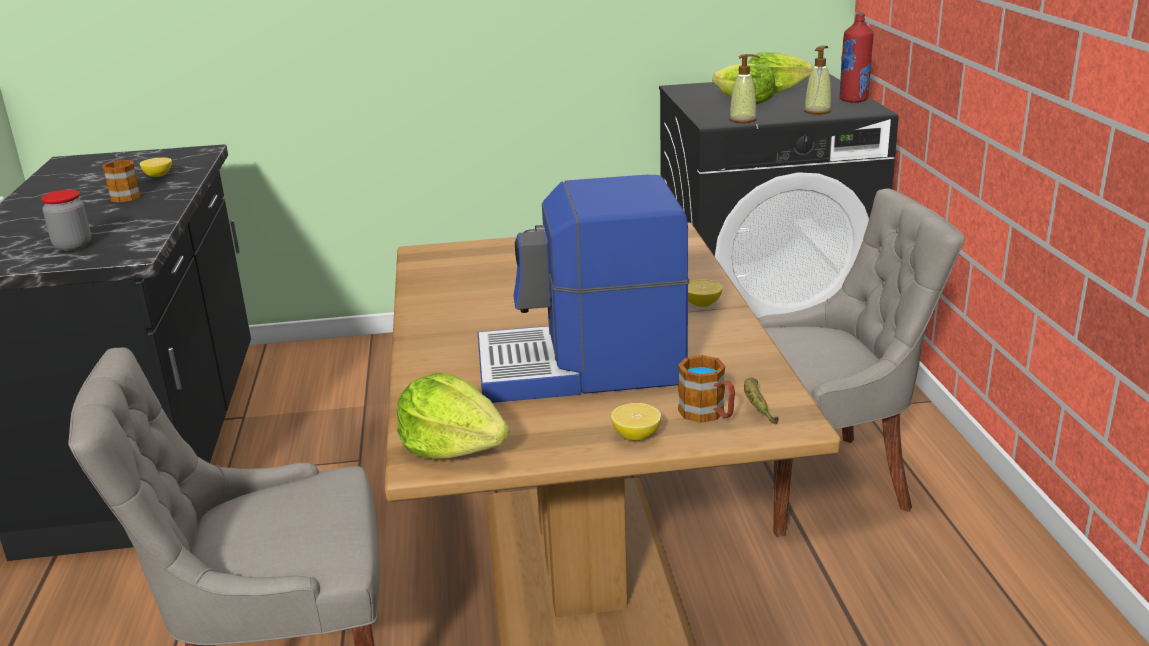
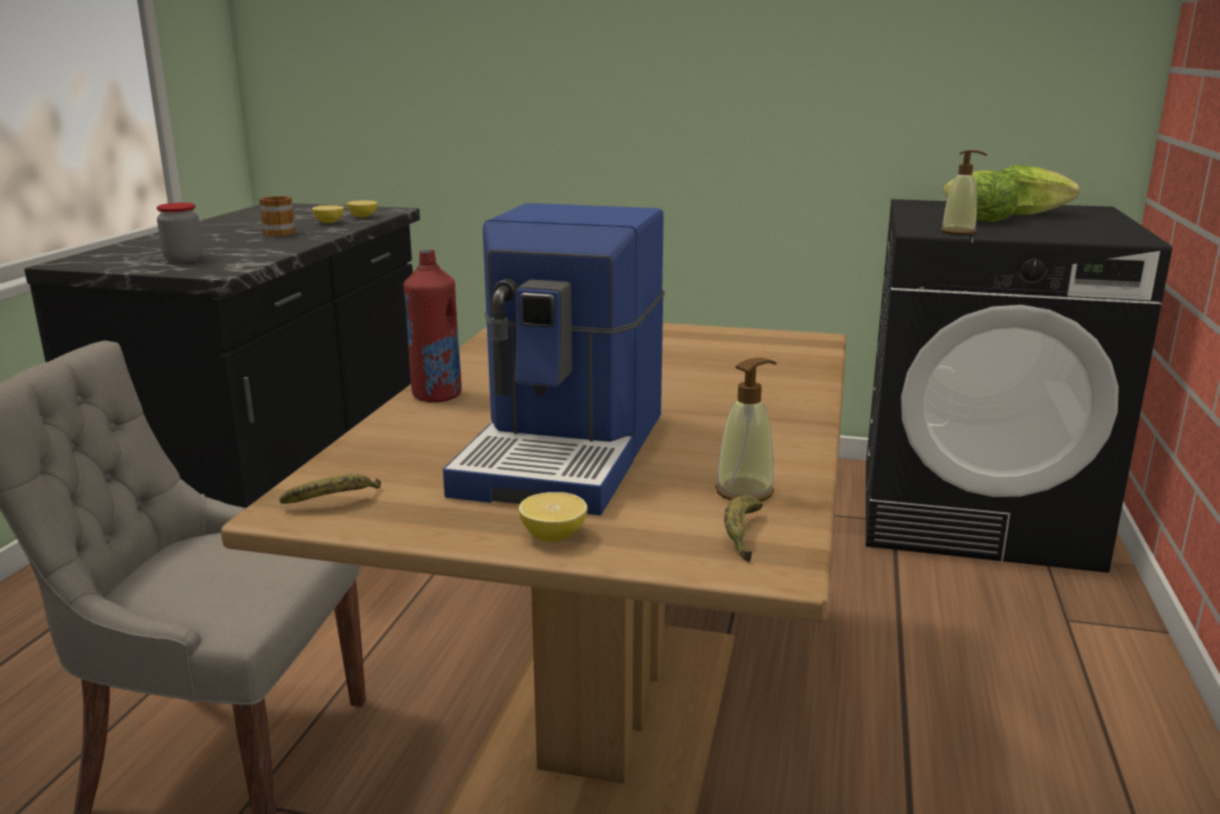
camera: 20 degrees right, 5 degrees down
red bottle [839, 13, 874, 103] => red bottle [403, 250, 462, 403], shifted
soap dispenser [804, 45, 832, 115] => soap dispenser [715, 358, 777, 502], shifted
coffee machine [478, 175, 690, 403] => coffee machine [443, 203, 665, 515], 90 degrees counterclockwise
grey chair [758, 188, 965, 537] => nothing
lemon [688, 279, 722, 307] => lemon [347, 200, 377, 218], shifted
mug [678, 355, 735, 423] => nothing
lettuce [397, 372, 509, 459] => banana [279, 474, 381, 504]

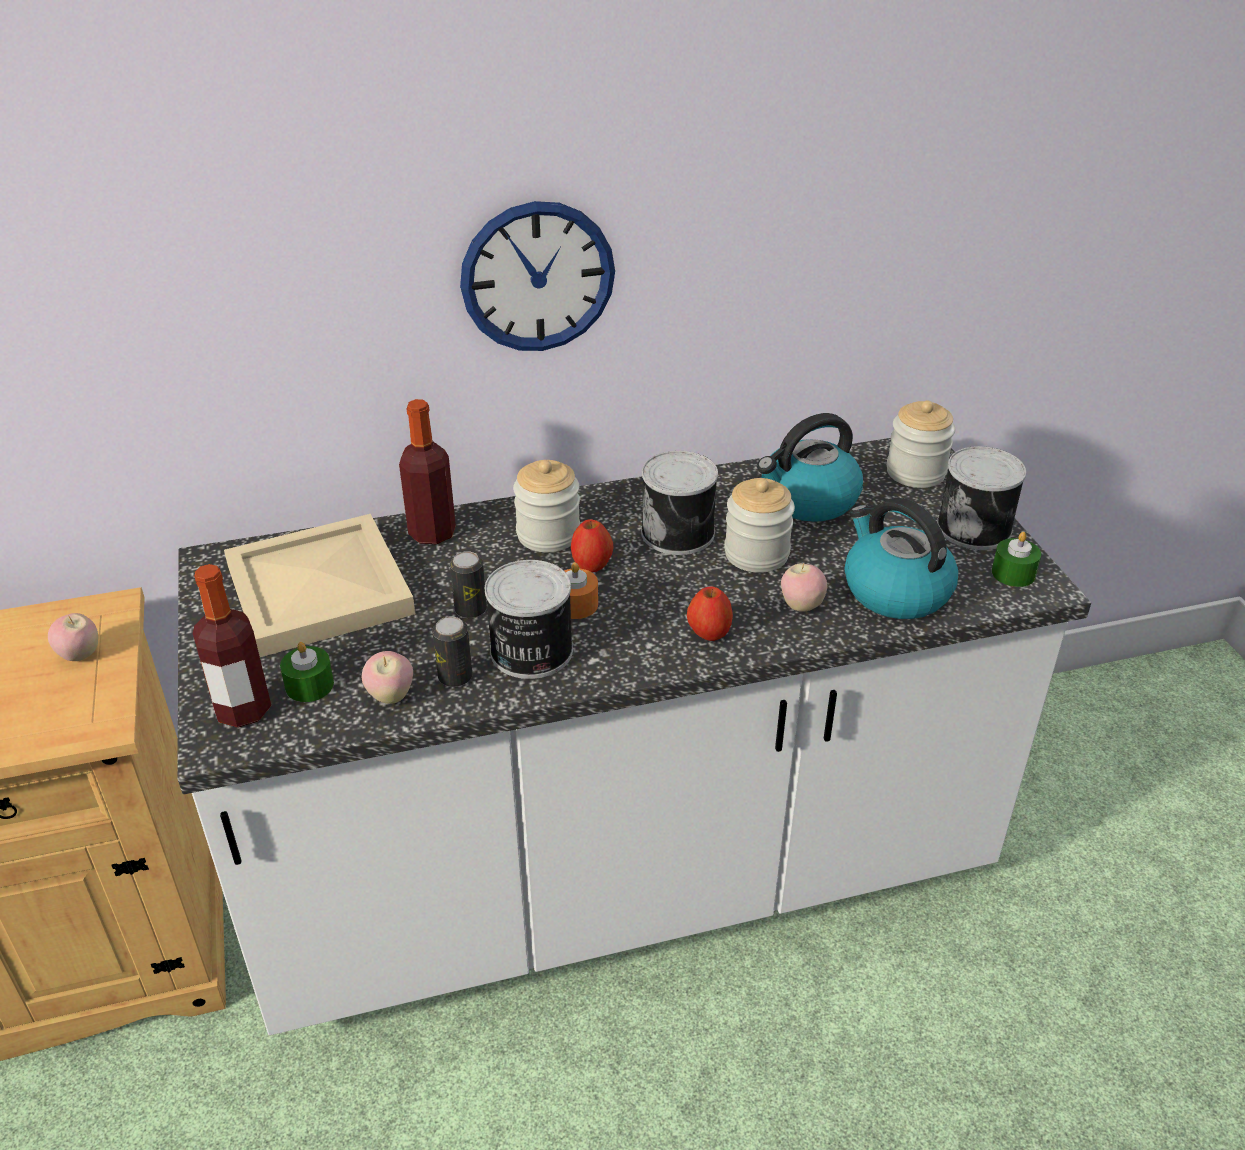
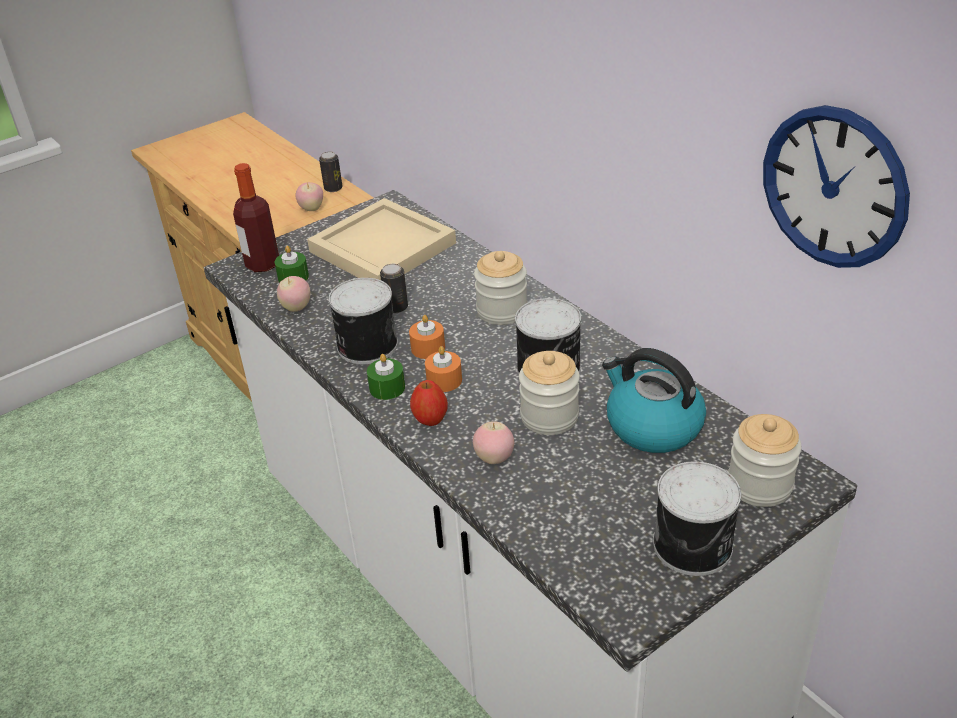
camera: 70 degrees right, 0 degrees up
wall clock [460, 201, 615, 351] => wall clock [763, 105, 910, 268], shifted
bottle [399, 399, 456, 544] => nothing
kettle [845, 498, 958, 619] => nothing
apple [571, 519, 614, 572] => nothing
green candle [992, 532, 1041, 587] => green candle [367, 354, 405, 400], shifted
can [432, 616, 472, 687] => can [319, 152, 342, 192], shifted
nothing => orange candle [425, 346, 462, 392]

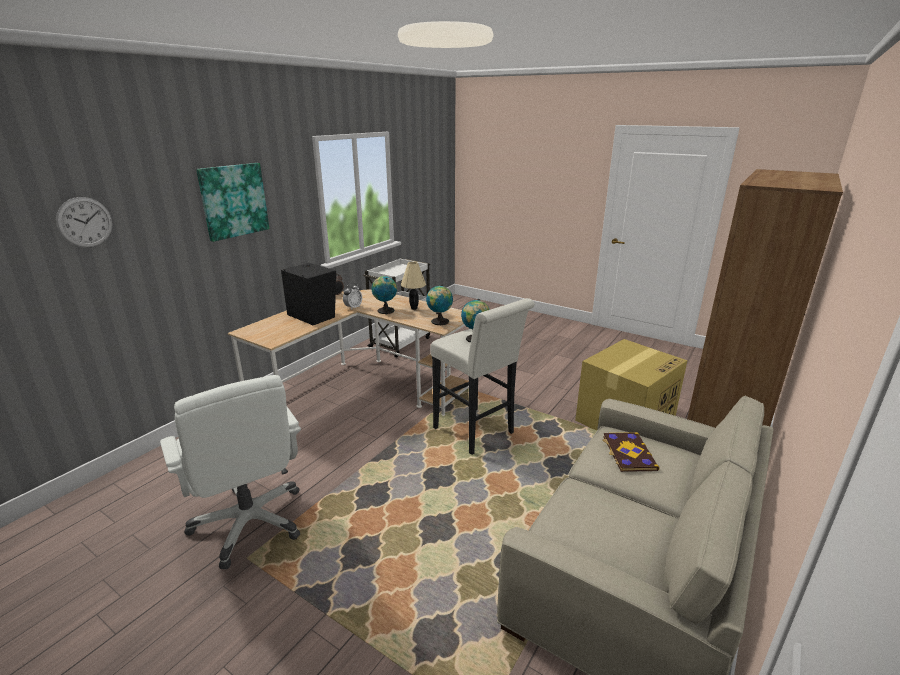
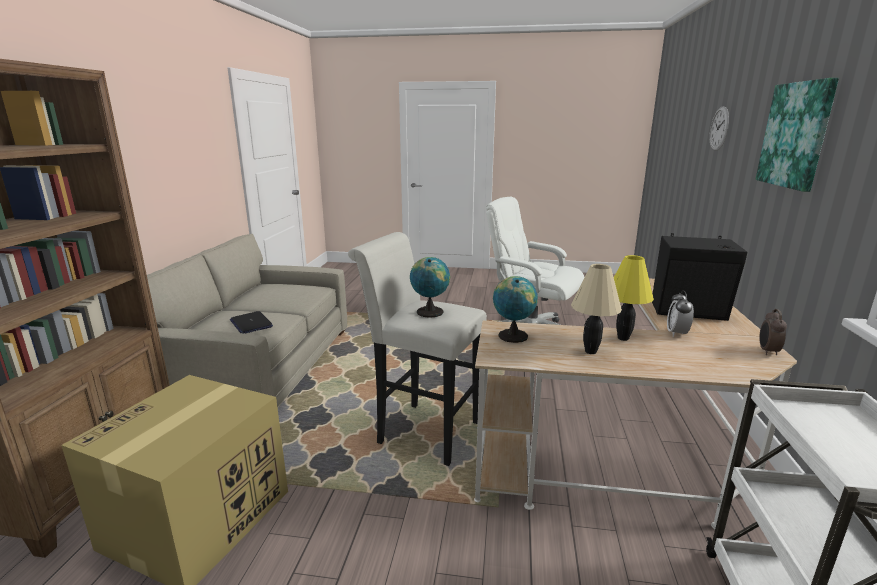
camera: 155 degrees right, 5 degrees down
globe [372, 276, 397, 314] => yellow table lamp [614, 255, 654, 341]
book [602, 432, 660, 472] => laptop [230, 311, 273, 334]

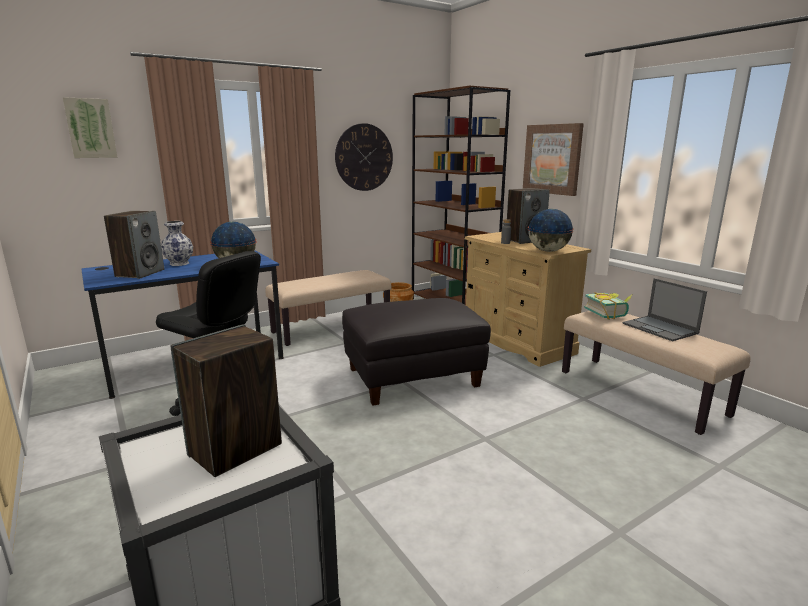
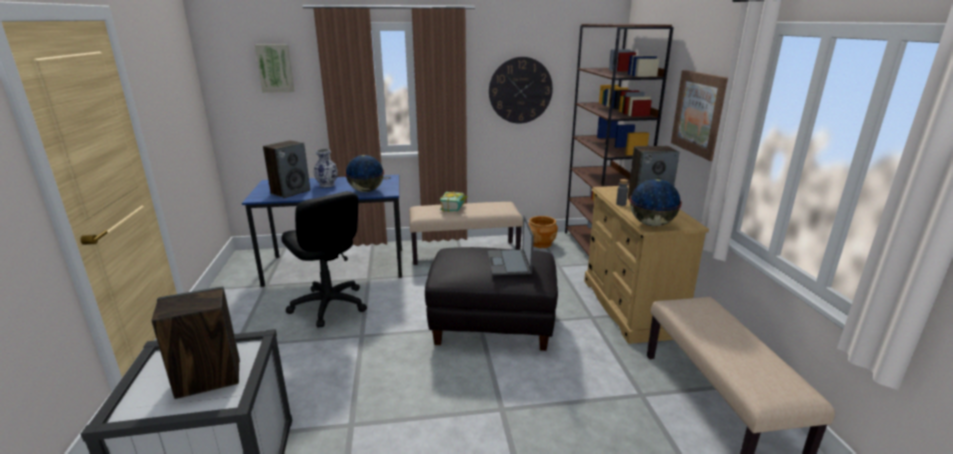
camera: 25 degrees right, 5 degrees up
laptop [622, 278, 707, 341] => laptop [487, 215, 534, 275], shifted
book [584, 292, 633, 320] => book [440, 191, 468, 212], shifted

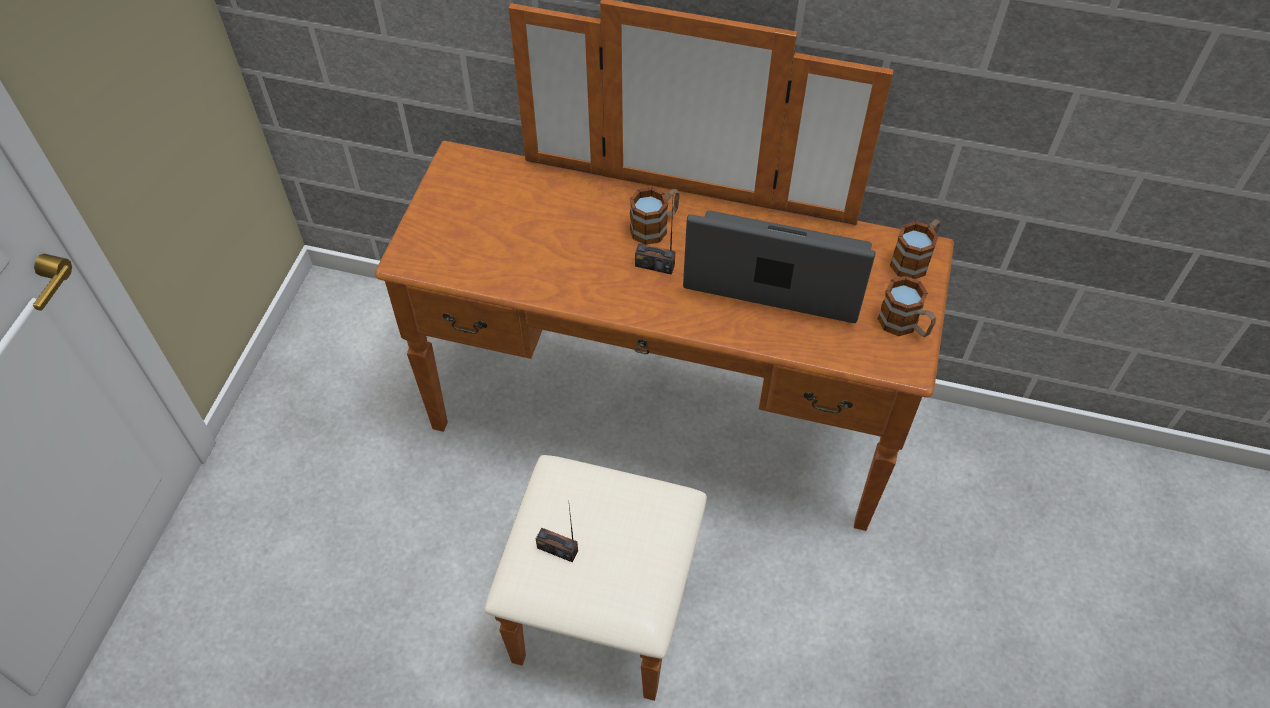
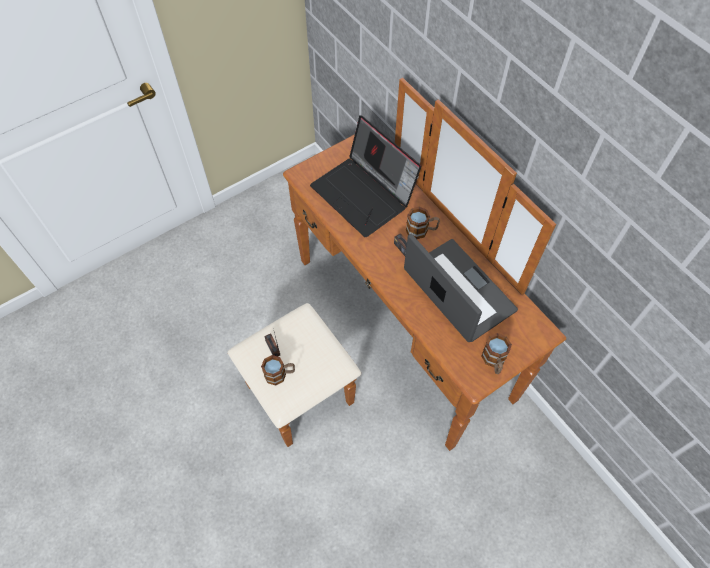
camera: 40 degrees right, 5 degrees up
mug [890, 219, 940, 279] => mug [261, 355, 295, 386], shifted
nothing => laptop [310, 115, 421, 237]

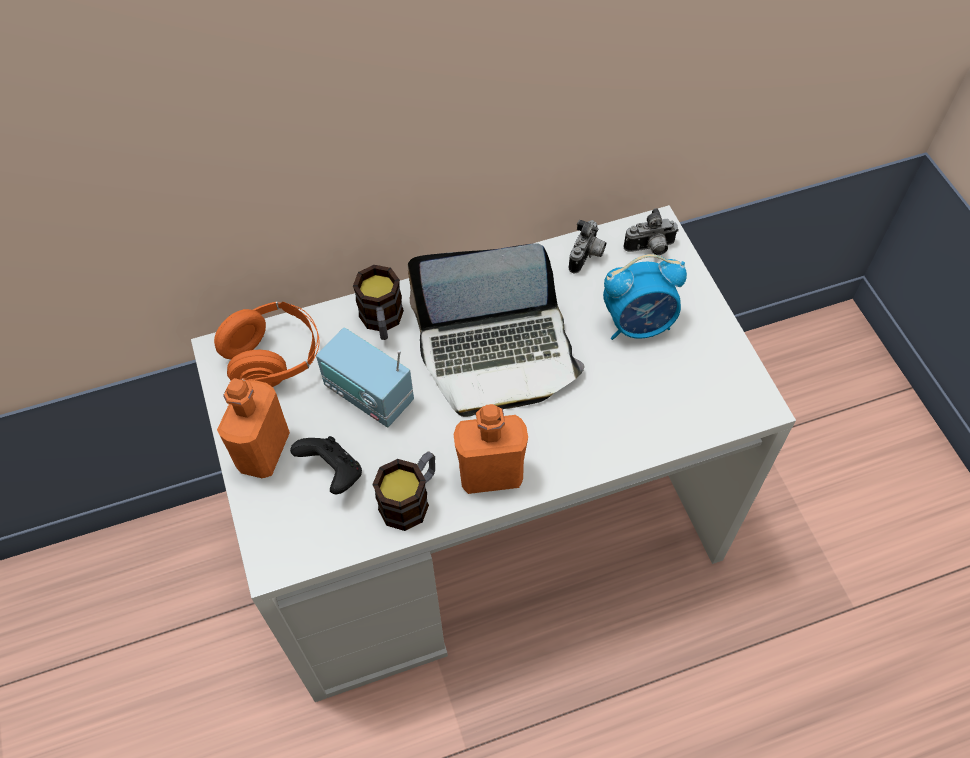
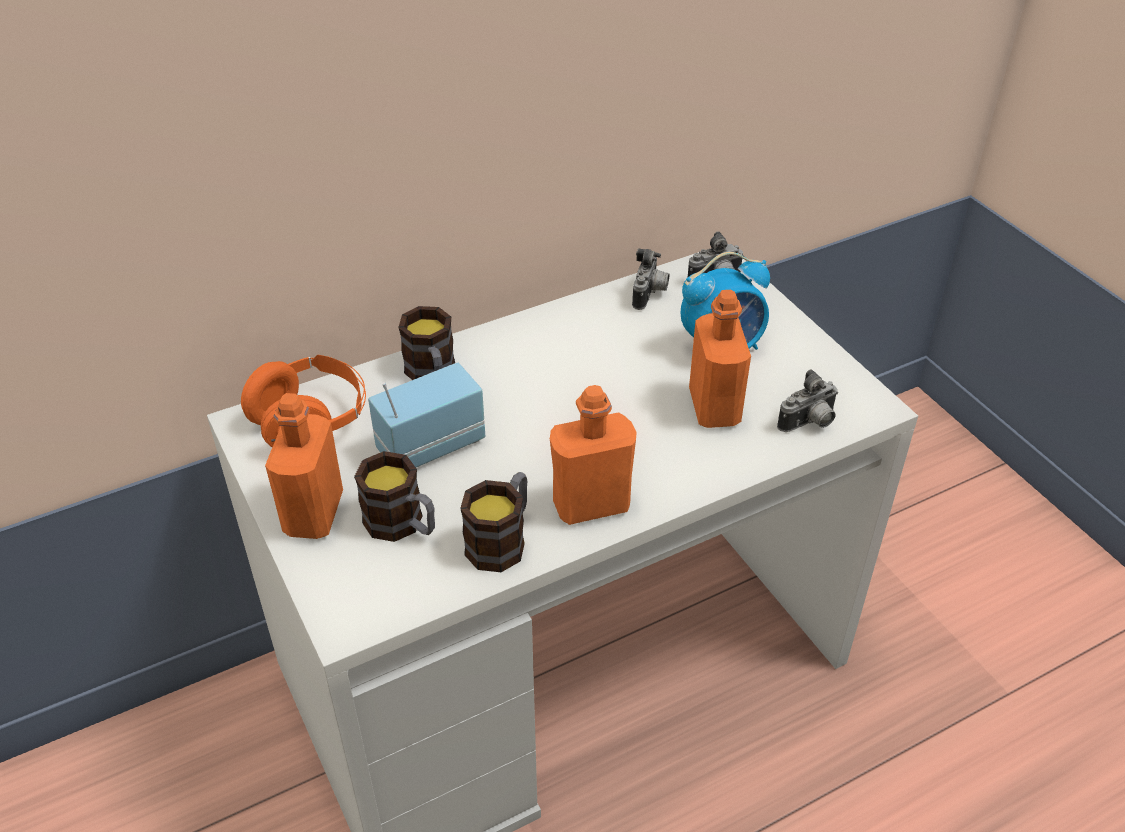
camera: 10 degrees left, 15 degrees down
laptop [408, 243, 585, 417] => nothing
radio [316, 327, 414, 427] => radio [368, 363, 485, 467], 120 degrees clockwise
black game controller [290, 436, 362, 494] => mug [354, 451, 435, 542]
nothing => orange bottle [689, 290, 751, 428]
nothing => photo camera [777, 369, 838, 432]

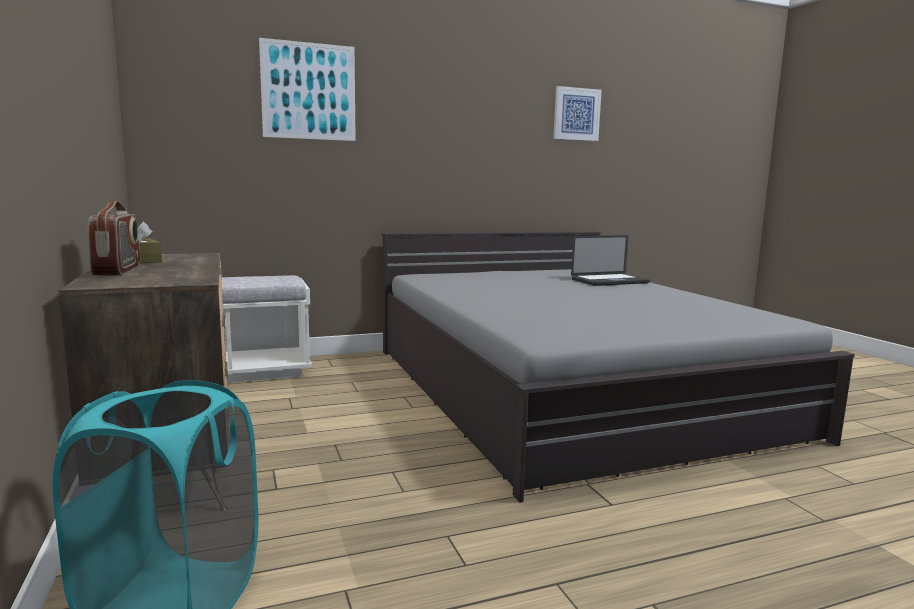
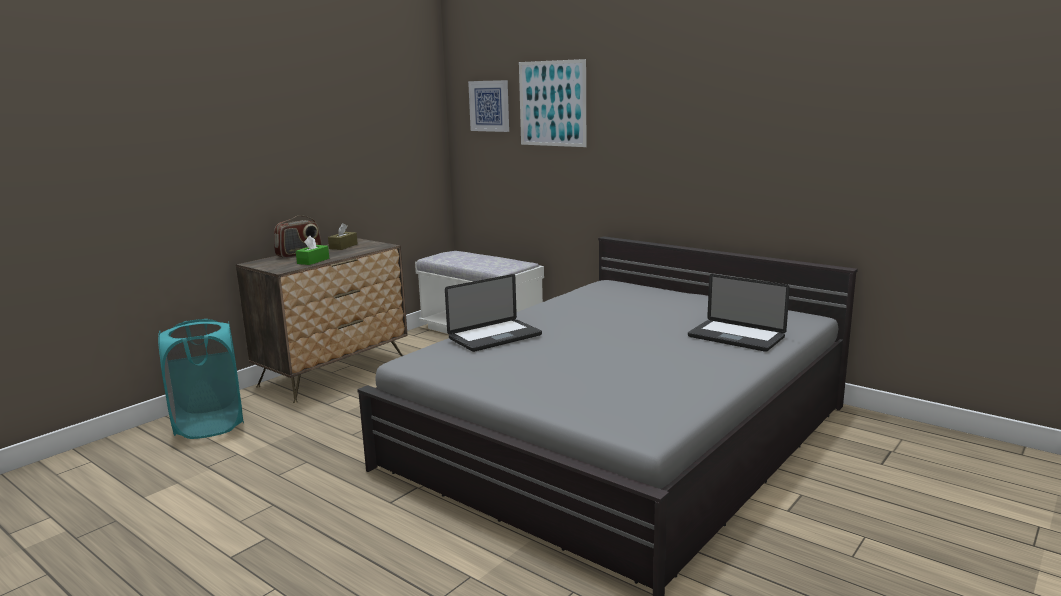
camera: 60 degrees right, 5 degrees up
picture [553, 86, 602, 141] => picture [468, 80, 509, 132], shifted
nothing => green tissue box [296, 236, 329, 265]
nothing => laptop [445, 274, 542, 352]

